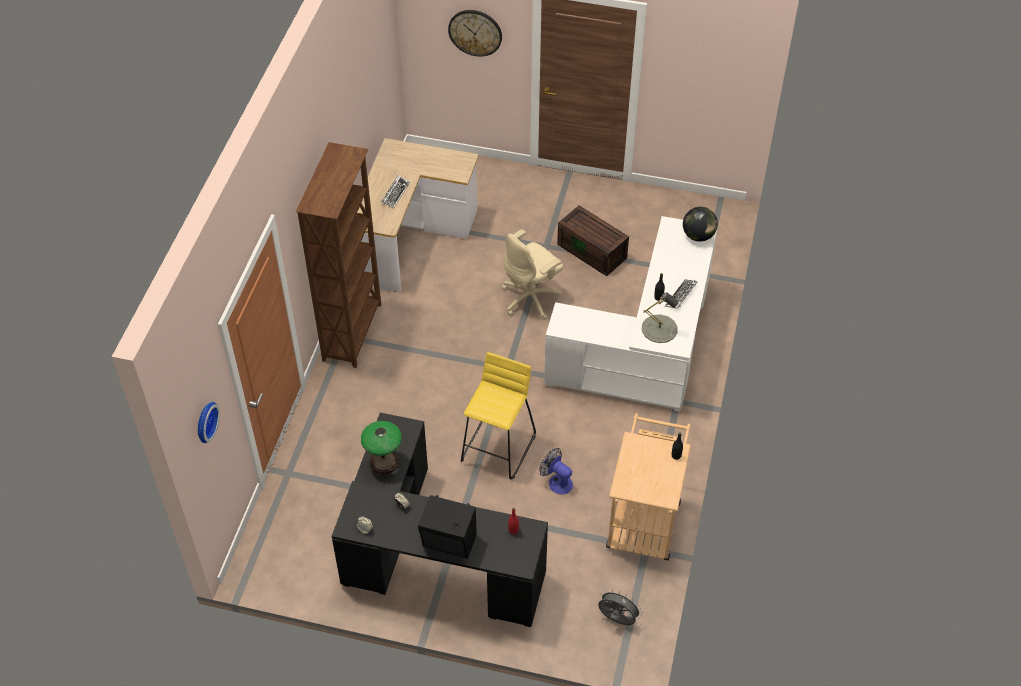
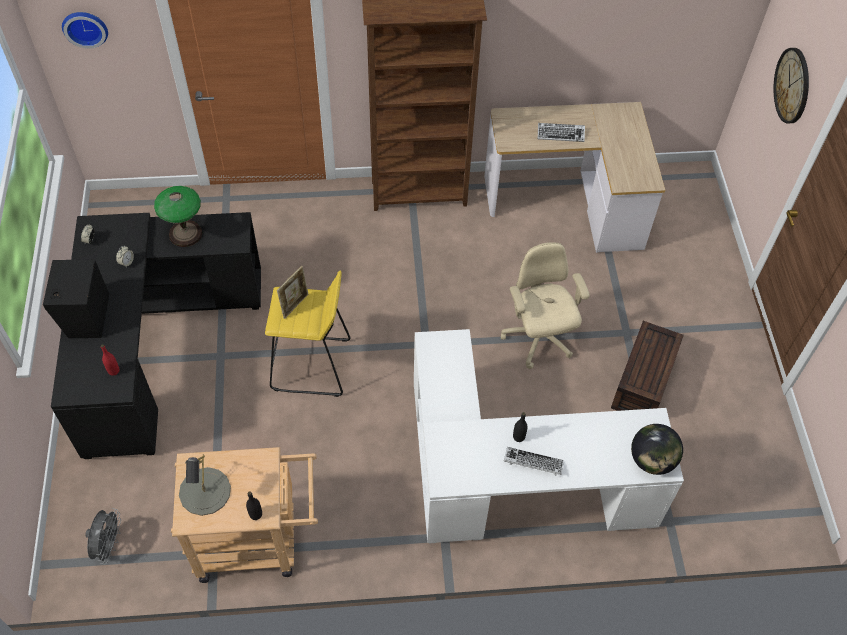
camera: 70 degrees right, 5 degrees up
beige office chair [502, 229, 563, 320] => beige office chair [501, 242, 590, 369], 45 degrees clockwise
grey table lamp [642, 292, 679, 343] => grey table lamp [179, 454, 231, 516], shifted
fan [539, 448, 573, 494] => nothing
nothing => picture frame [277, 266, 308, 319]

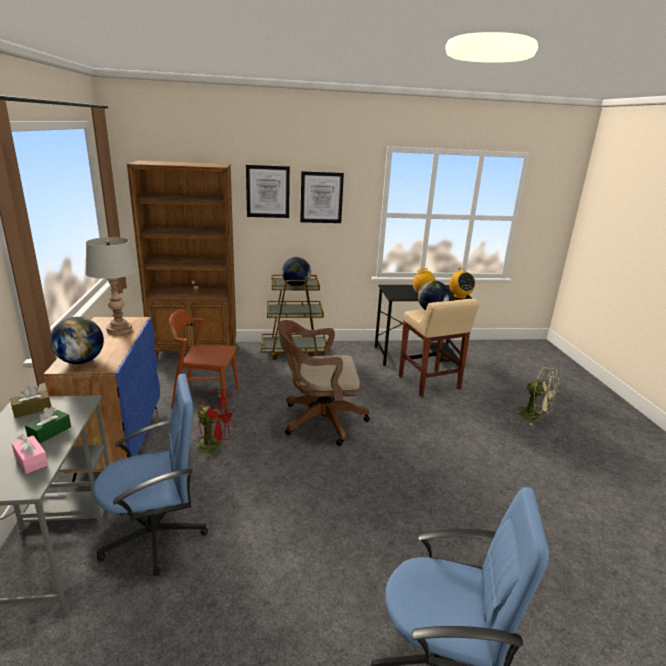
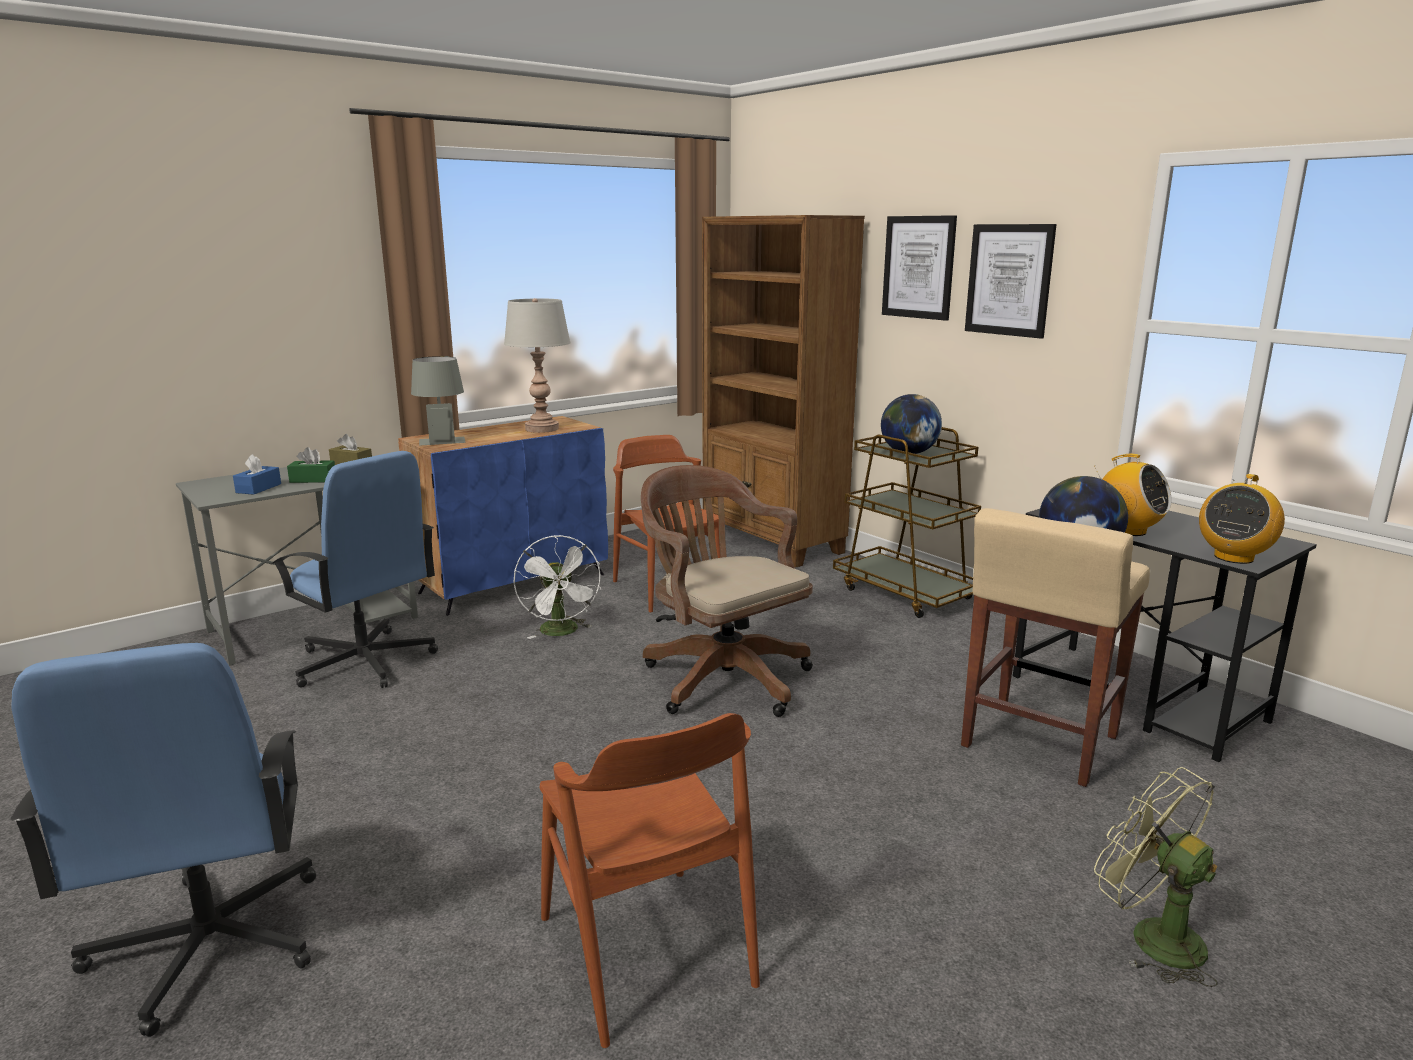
camera: 60 degrees right, 5 degrees down
globe [50, 317, 104, 364] => grey table lamp [411, 356, 466, 445]
green fan [516, 367, 559, 426] => green fan [1094, 767, 1218, 987], 135 degrees clockwise
red fan [194, 388, 236, 460] => white fan [513, 535, 601, 639]
pink tissue box [11, 434, 48, 474] => blue tissue box [233, 454, 281, 495]
nothing => brown chair [539, 713, 760, 1048]

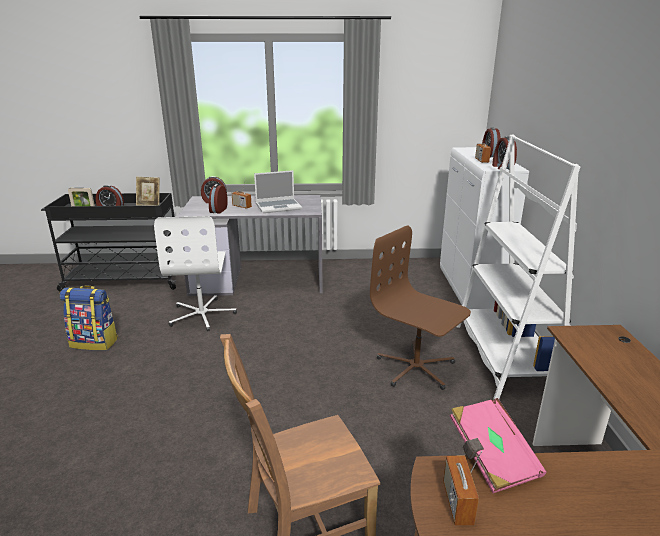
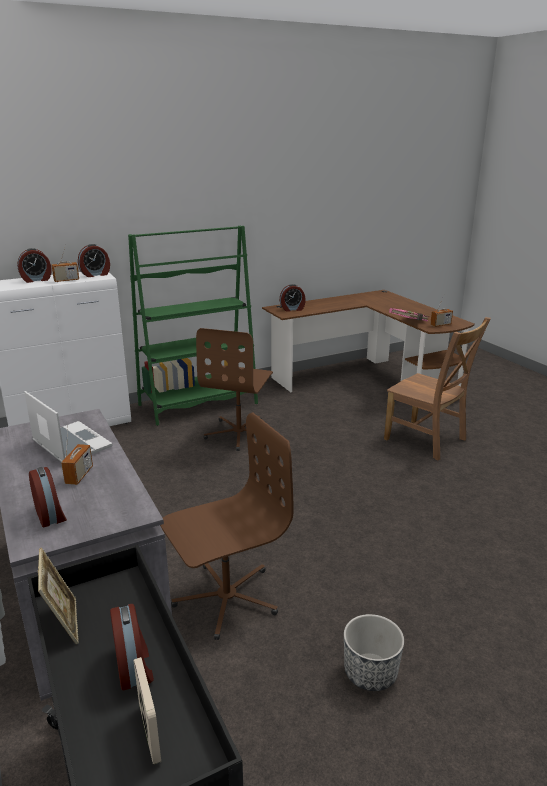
camera: 115 degrees left, 0 degrees up
white bookcase [456, 135, 580, 399] => green bookcase [128, 226, 258, 426]
alarm clock [209, 184, 228, 214] => alarm clock [280, 284, 306, 312], shifted
white office chair [154, 216, 237, 331] => brown office chair [160, 412, 294, 640]
backpack [59, 285, 118, 350] => planter [344, 614, 404, 691]

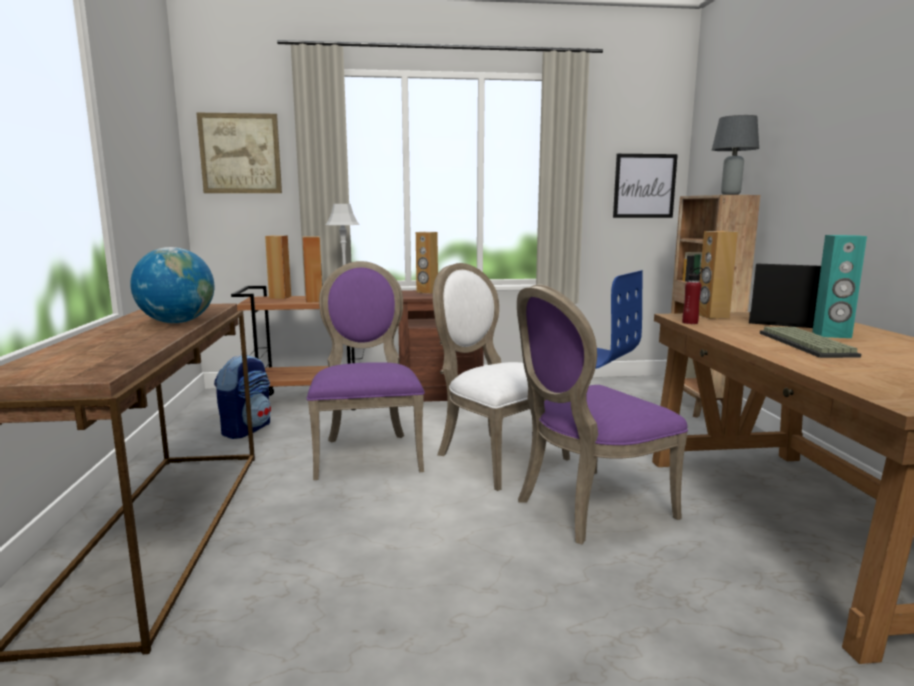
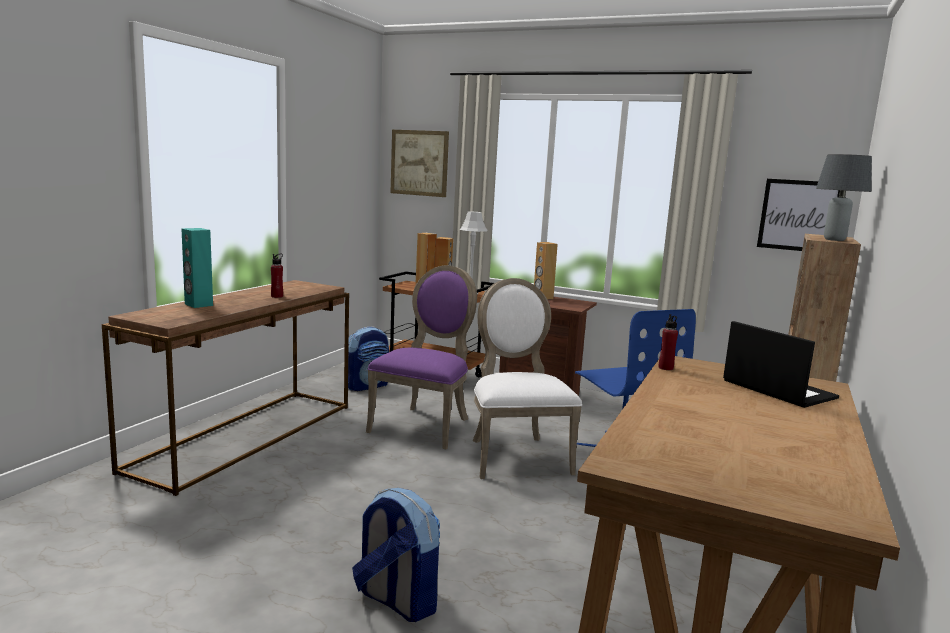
camera: 30 degrees right, 0 degrees up
brown speaker [699, 231, 738, 319] => nothing
turquoise speaker [812, 235, 867, 338] => turquoise speaker [181, 228, 213, 308], shifted
globe [130, 247, 214, 323] => red bottle [271, 253, 283, 298]
purple chair [517, 284, 688, 544] => nothing
keyboard [760, 327, 861, 358] => nothing
nothing => backpack [352, 488, 440, 622]

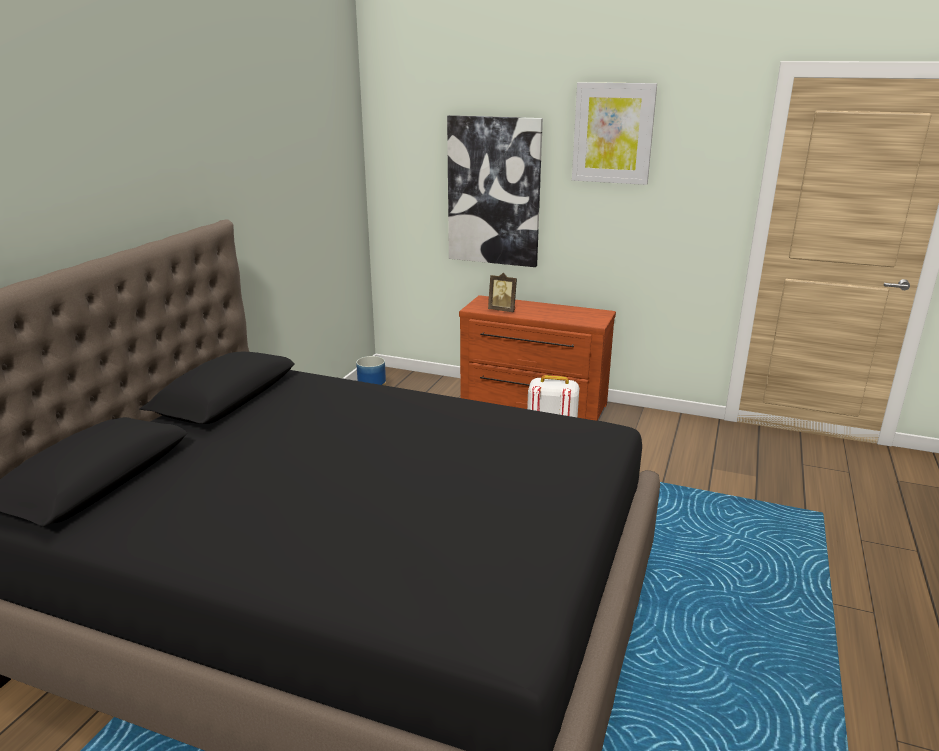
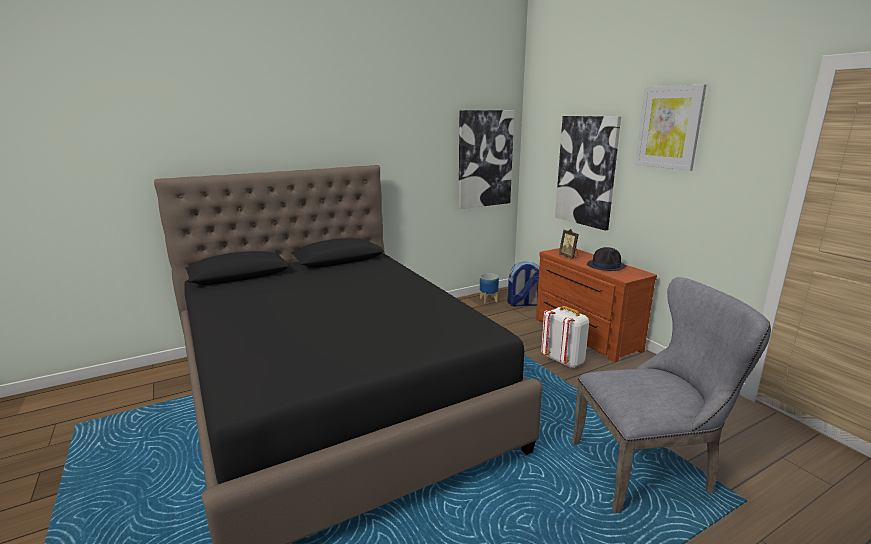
camera: 40 degrees right, 5 degrees down
nothing => picture [459, 110, 514, 209]
nothing => black hat [587, 247, 626, 271]
nothing => backpack [507, 261, 539, 306]
nothing => grey chair [572, 277, 771, 513]

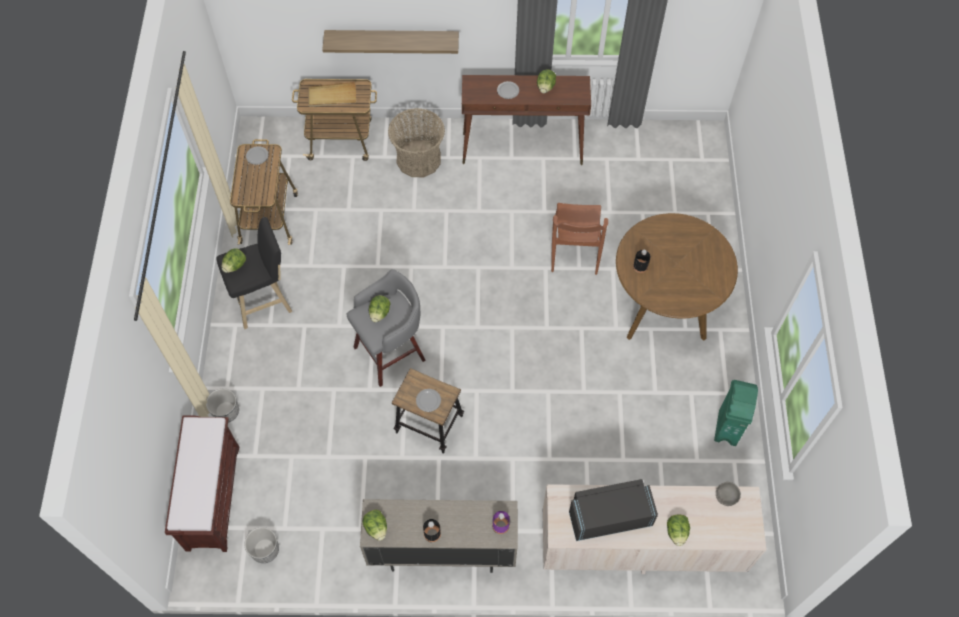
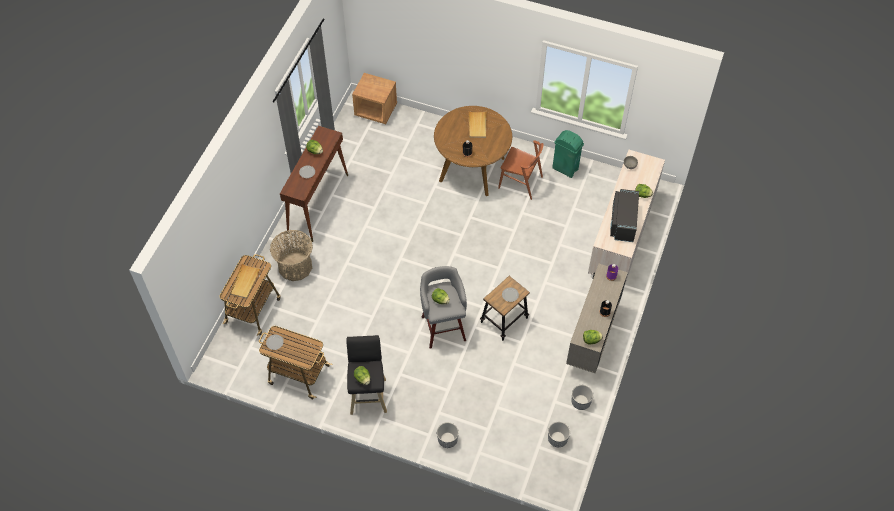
camera: 70 degrees left, 5 degrees down
shelf [322, 30, 459, 54] => nothing
brown chair [551, 203, 608, 275] => brown chair [498, 140, 544, 200], shifted
brown bench [165, 415, 239, 552] => nothing
nothing => brown nightstand [352, 73, 397, 124]
nothing => beige tray [468, 110, 487, 138]
nothing => planter [571, 385, 594, 410]

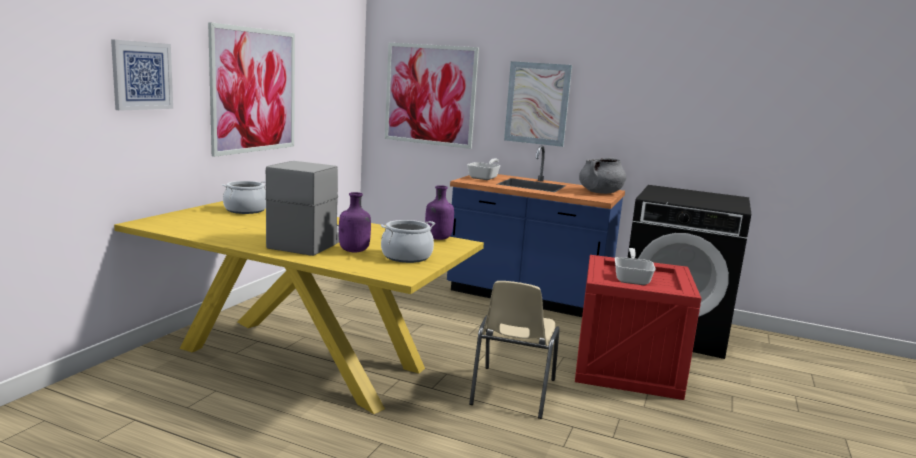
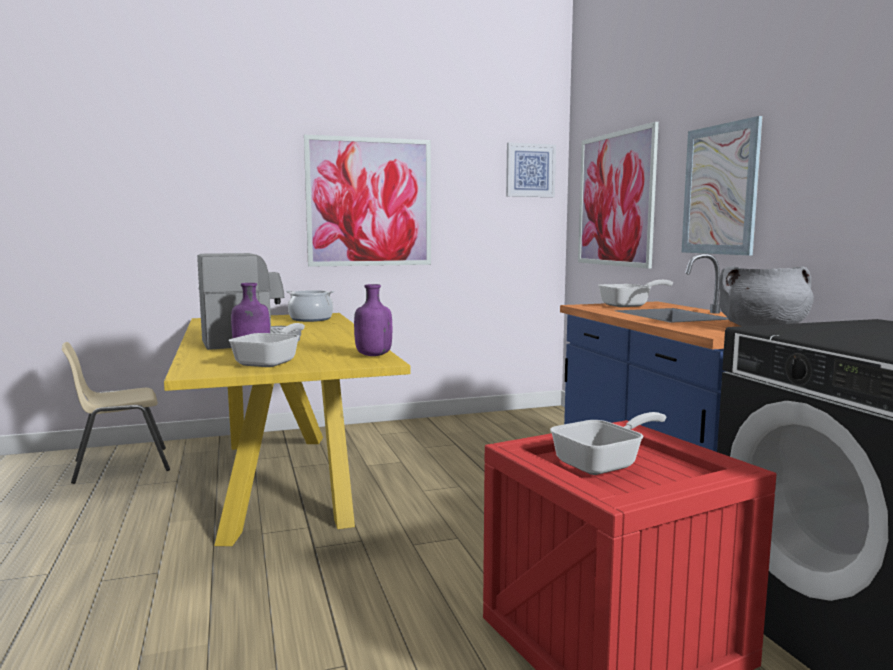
camera: 50 degrees right, 5 degrees down
picture [111, 39, 173, 111] => picture [506, 142, 556, 197], shifted
cooking pot [381, 220, 435, 263] => frying pan [229, 323, 305, 367]
beige chair [469, 281, 560, 419] => beige chair [62, 342, 170, 484], shifted

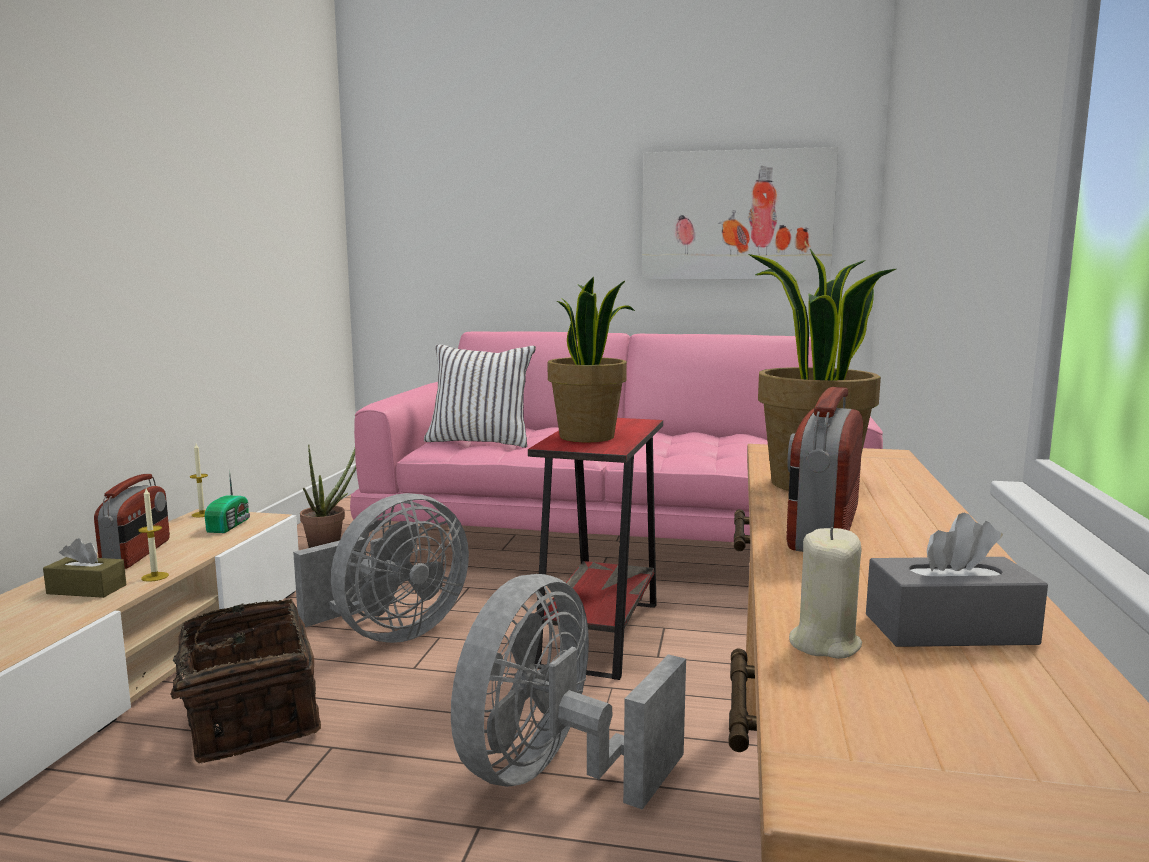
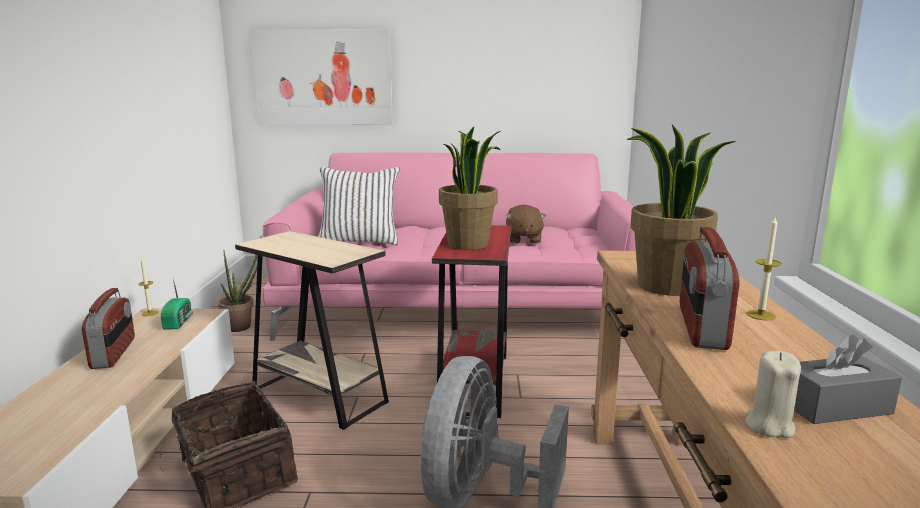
camera: 10 degrees left, 5 degrees up
picture [642, 147, 838, 279] => picture [250, 29, 393, 125], shifted
candle [138, 488, 169, 582] => candle [746, 217, 782, 321], shifted
grey fan [293, 493, 469, 643] => beige side table [235, 231, 389, 430]
brown tissue box [43, 538, 126, 598] => nothing
nothing => brown plush toy [506, 205, 546, 244]

